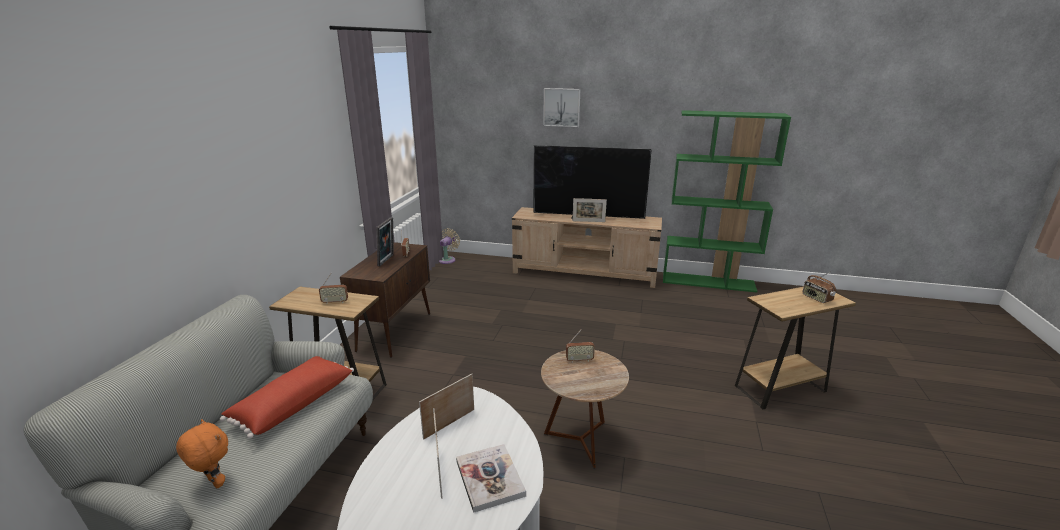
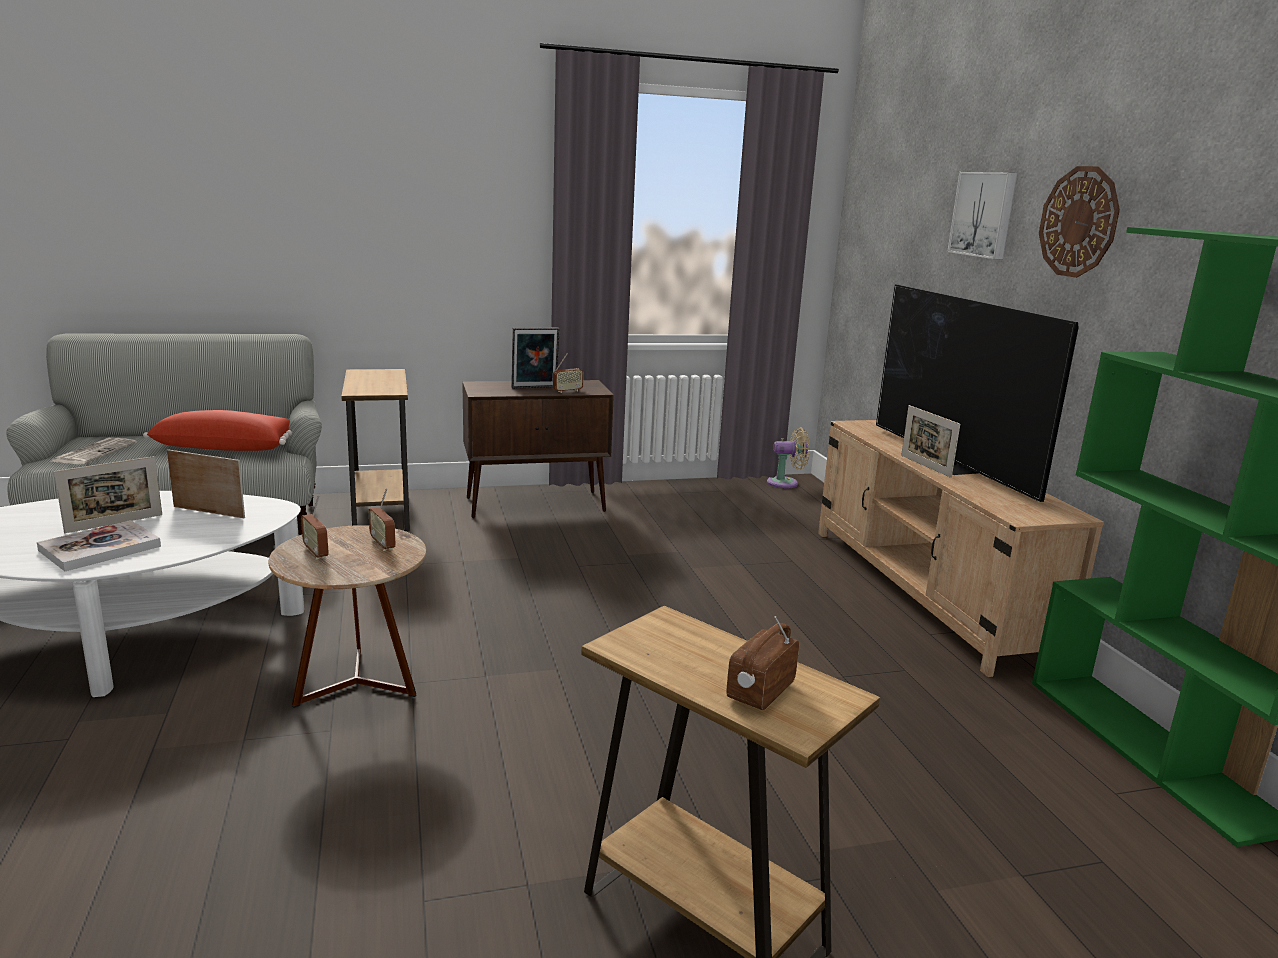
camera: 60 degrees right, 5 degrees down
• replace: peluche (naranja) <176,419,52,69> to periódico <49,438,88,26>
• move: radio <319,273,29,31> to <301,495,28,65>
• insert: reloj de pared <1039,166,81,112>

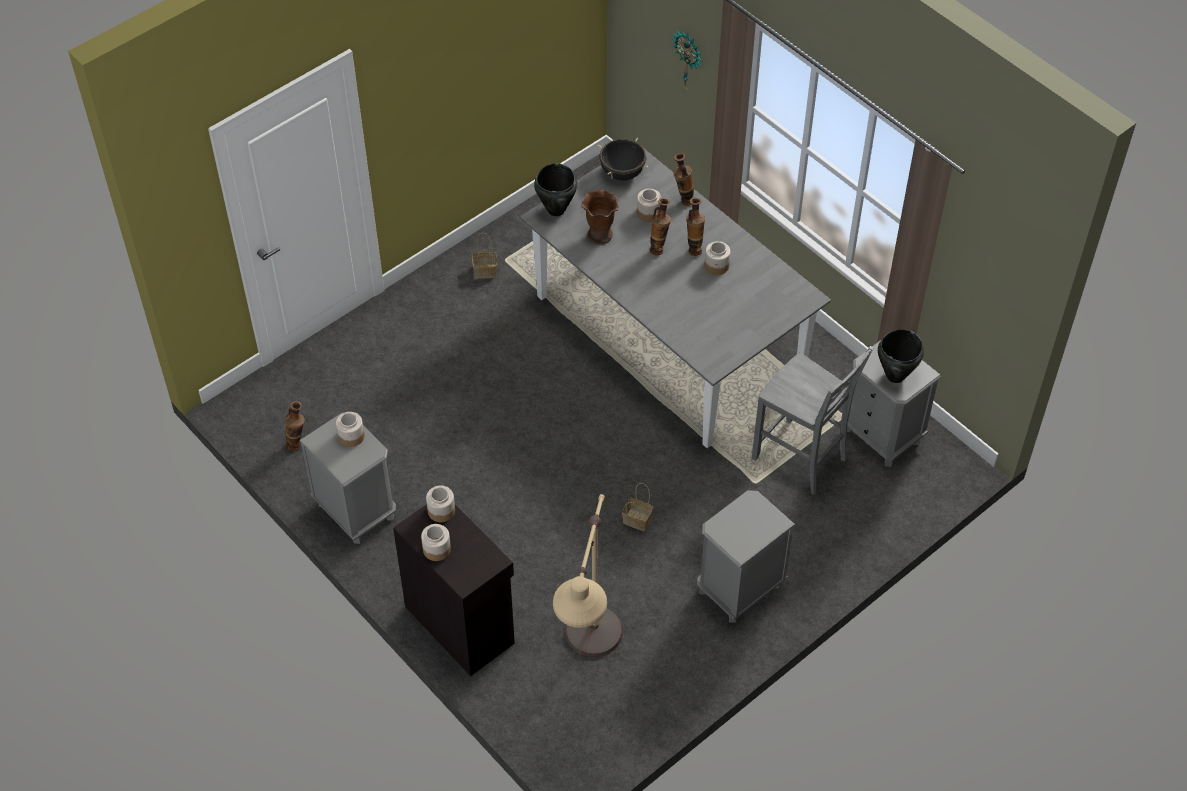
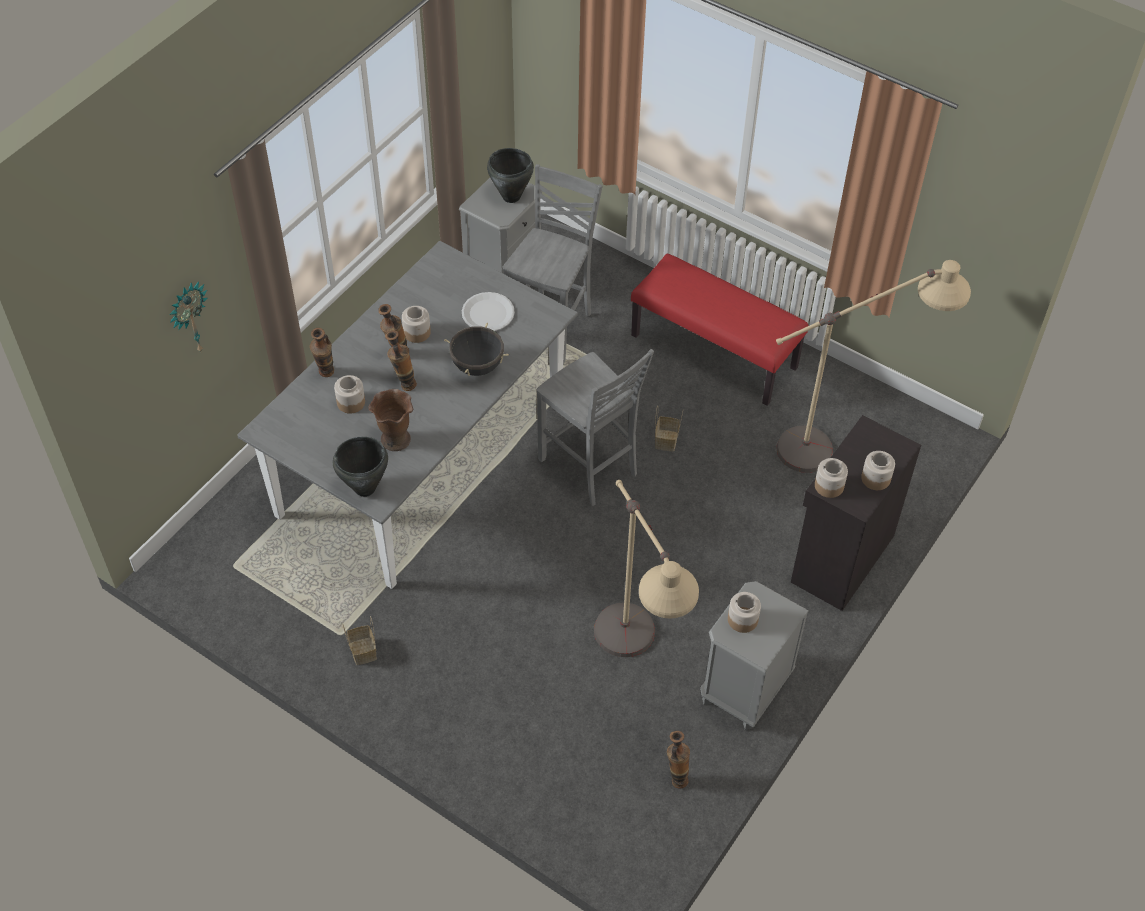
camera: 105 degrees left, 0 degrees up
• move: olla (negro) <598,138,51,43> to <444,323,65,53>
• insert: plato (blanco) <462,292,53,39>
• insert: silla (gris) <536,349,118,157>
• insert: lámpara de pie (beis) <594,480,105,177>
• replace: mesita de noche (gris) <697,490,98,133> to banco (rojo) <631,254,178,152>

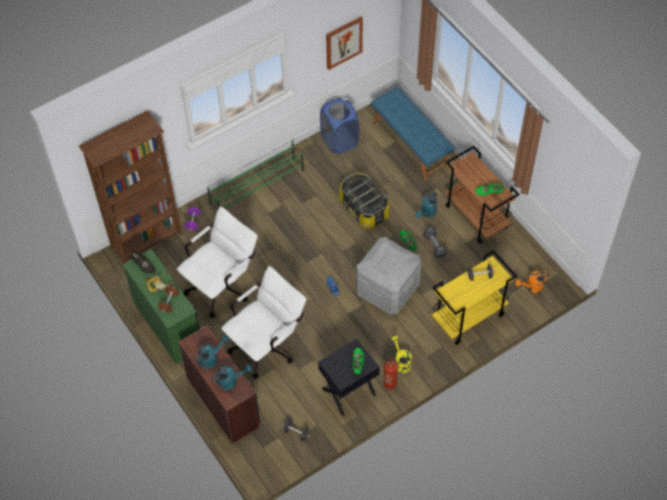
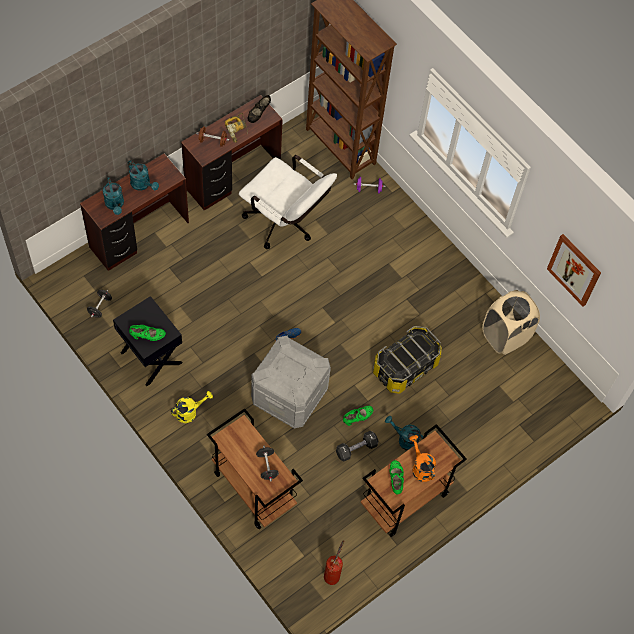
camera: 80 degrees right, 5 degrees up
• recolor: escritorio (verde) <123,249,77,115> to escritorio (marrón) <181,95,102,115>
• recolor: carrito (amarillo) <432,250,85,95> to carrito (marrón) <207,408,96,121>
• move: extintor <377,352,23,37> to <324,540,20,45>
• move: regadera (naranja) <515,271,34,22> to <409,435,27,47>
• recolor: cesto de la ropa (azul) <320,98,39,56> to cesto de la ropa (beis) <482,290,58,65>
• delete: zapatero (verde) <207,141,97,70>
• delete: silla de oficina (blanco) <221,266,85,113>
• delete: banco (azul) <371,87,83,94>

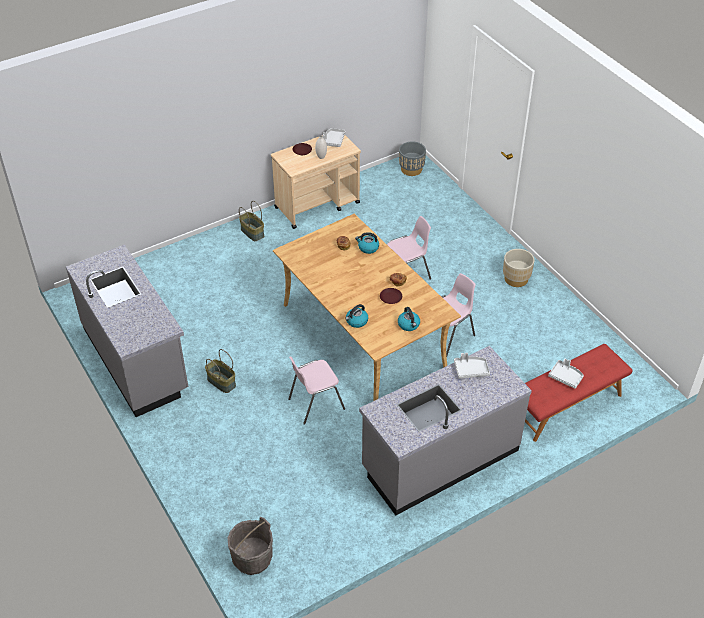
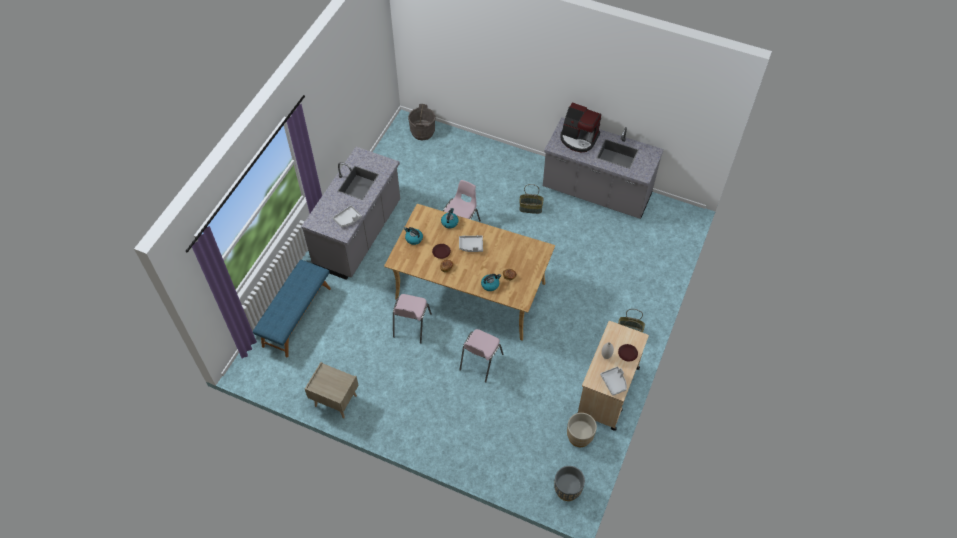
camera: 145 degrees right, 10 degrees up
• recolor: banco (rojo) <525,344,107,98> to banco (azul) <253,260,78,97>
• insert: mesita de noche (beis) <305,362,54,57>
• move: bandeja (gris) <548,358,36,31> to <459,235,24,17>
• insert: cafetera <560,102,41,50>
• move: maceta (beis) <503,249,31,38> to <567,413,30,34>

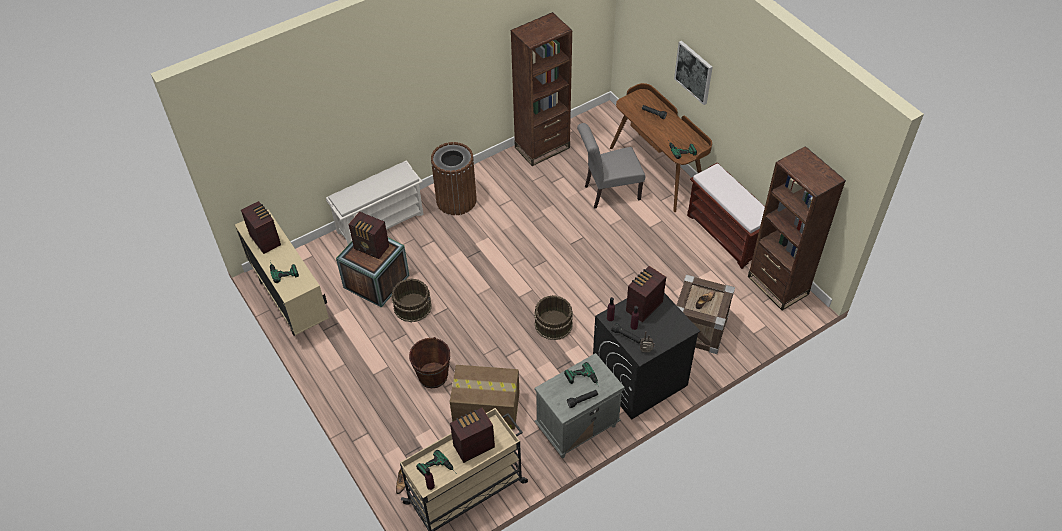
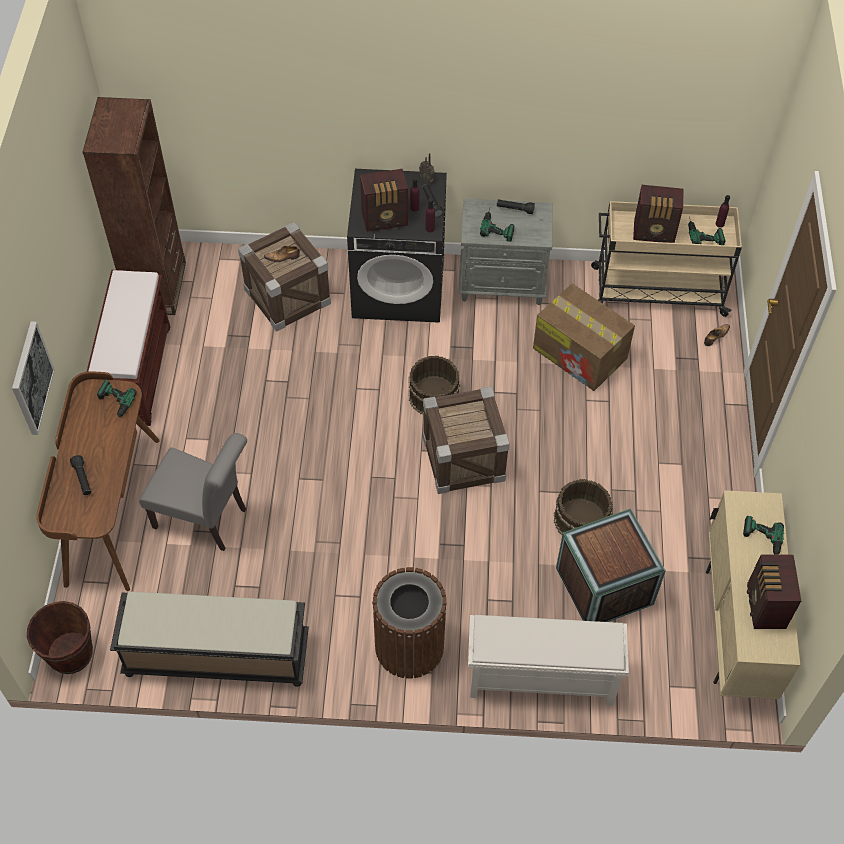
camera: 145 degrees left, 5 degrees up
• move: cubo (marrón) <409,337,41,51> to <27,601,66,73>
• replace: estantería (marrón) <511,12,61,154> to banco (negro) <110,592,199,95>
• insert: caja de embalaje <423,386,87,108>
• delete: radio <349,211,40,48>

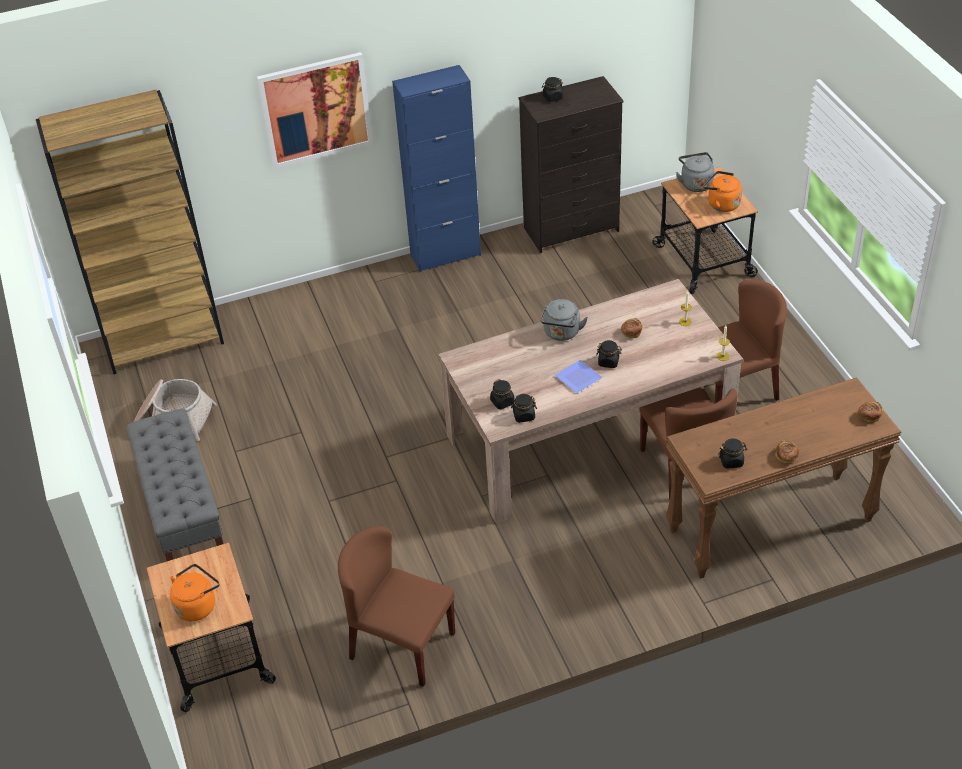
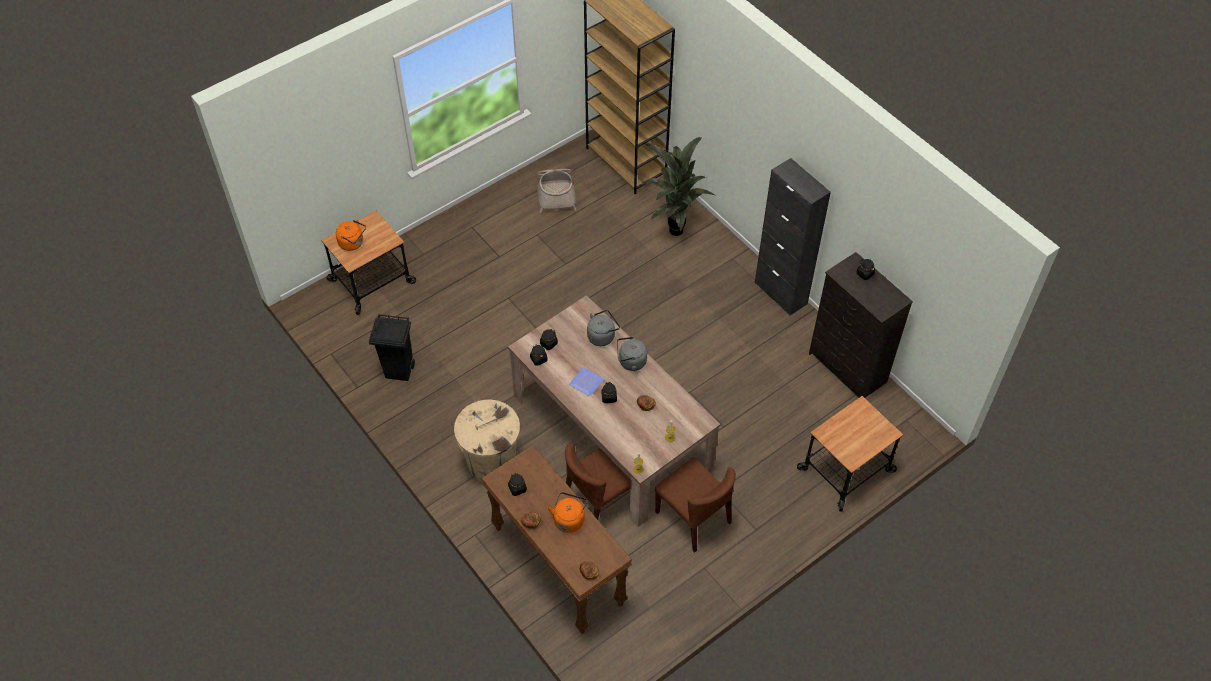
camera: 70 degrees right, 10 degrees up
• replace: silla (marrón) <338,526,117,161> to papelera (negro) <369,314,46,67>
• insert: papelera (beis) <454,400,66,82>
• move: hervidor (naranja) <703,171,39,41> to <547,492,40,41>
• move: hervidor (gris) <676,152,38,40> to <587,310,33,36>
• insert: planta en maceta <642,137,73,99>
• recolor: armario (azul) <392,65,89,207> to armario (negro) <755,158,76,158>
• delete: banco (gris) <126,409,97,152>
• delete: cuadro <257,52,116,117>

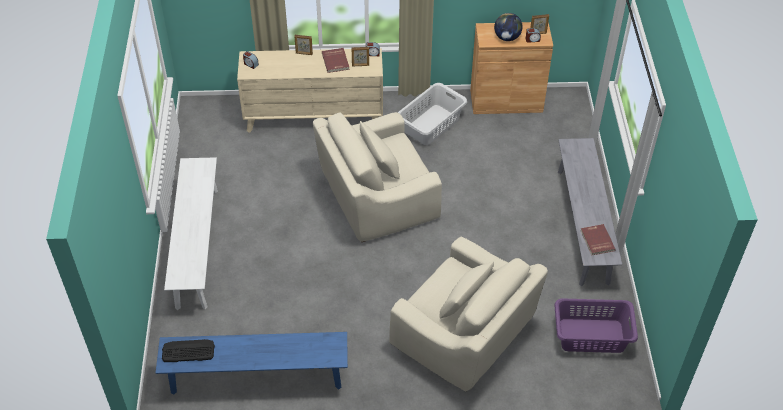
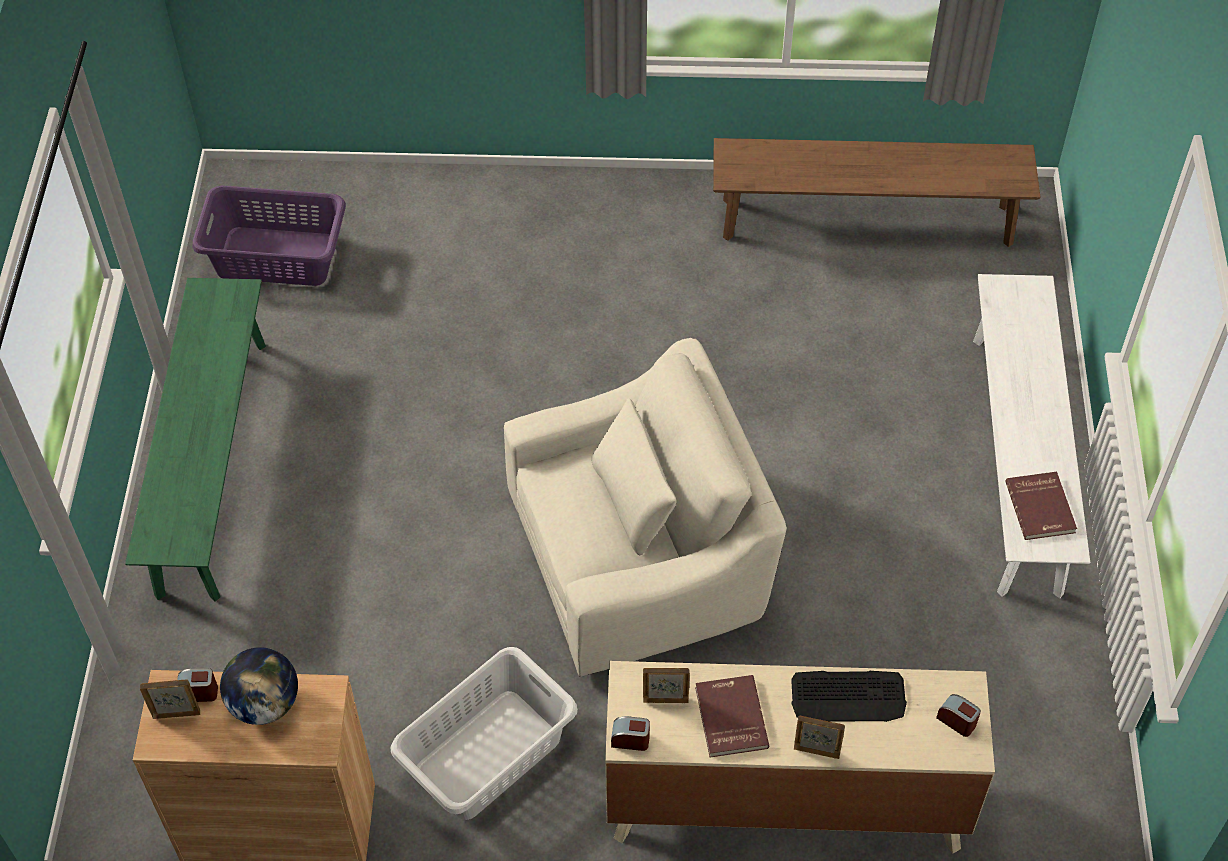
camera: 175 degrees left, 5 degrees up
• recolor: banco (gris) <558,138,64,148> to banco (verde) <125,278,141,324>
• recolor: banco (azul) <155,332,193,63> to banco (marrón) <713,138,327,109>
• move: teclado <162,339,53,23> to <791,671,116,51>
• move: libro (rojo) <581,224,35,31> to <1005,471,72,69>
• delete: sillón (beis) <389,237,159,154>

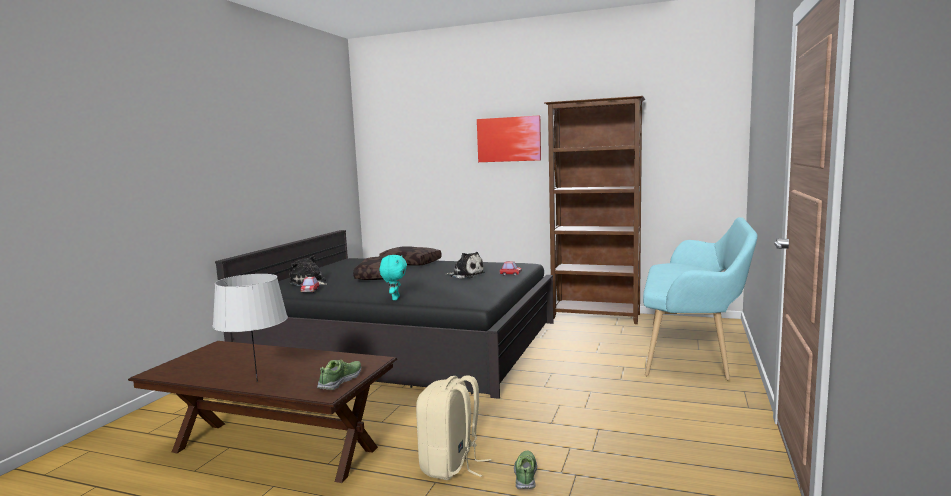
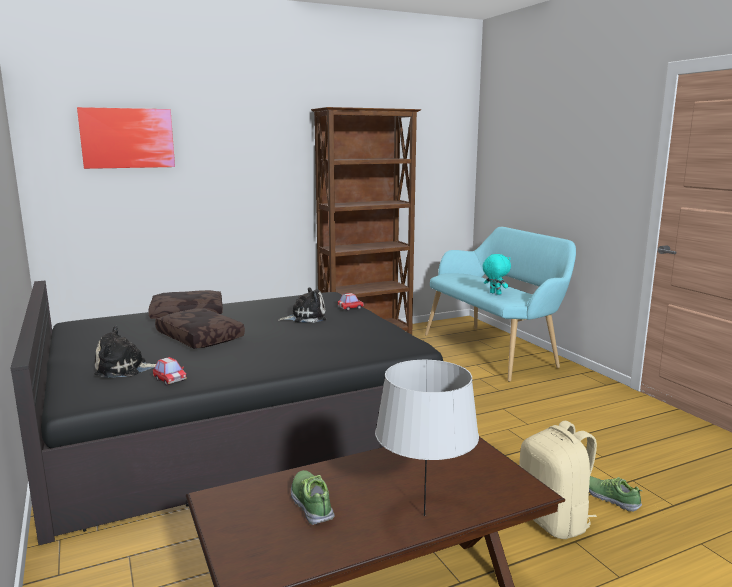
camera: 45 degrees left, 5 degrees up
• move: cuadro <477,115,64,47> to <77,107,98,62>
• move: zapato <317,360,44,30> to <291,470,44,55>
• move: peluche (turquesa) <380,255,27,45> to <483,254,28,41>

